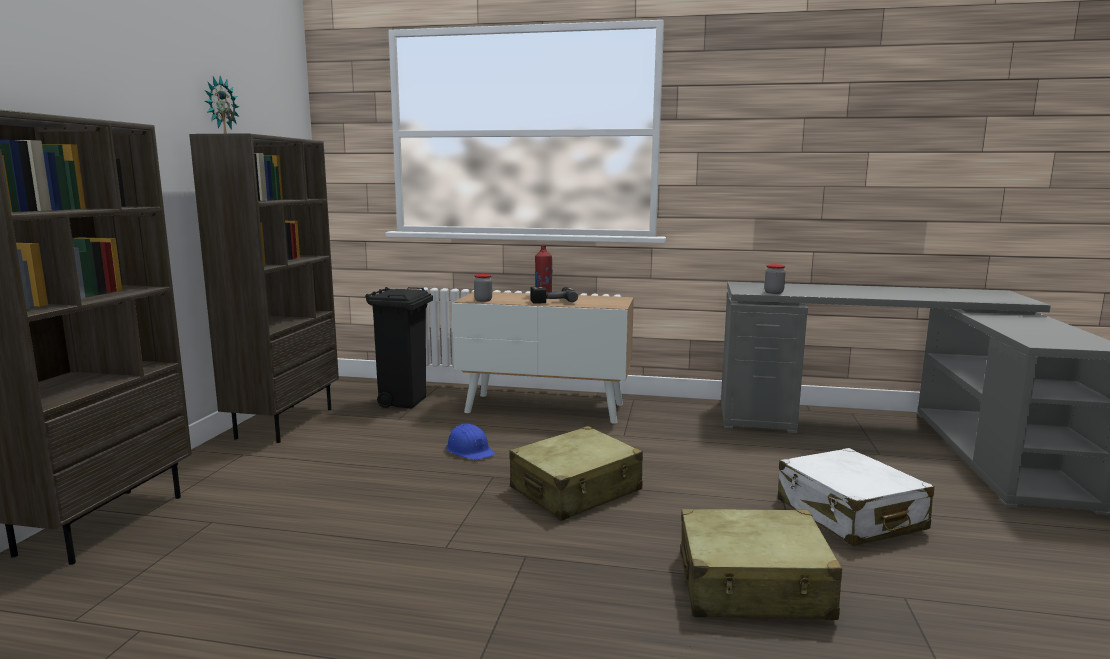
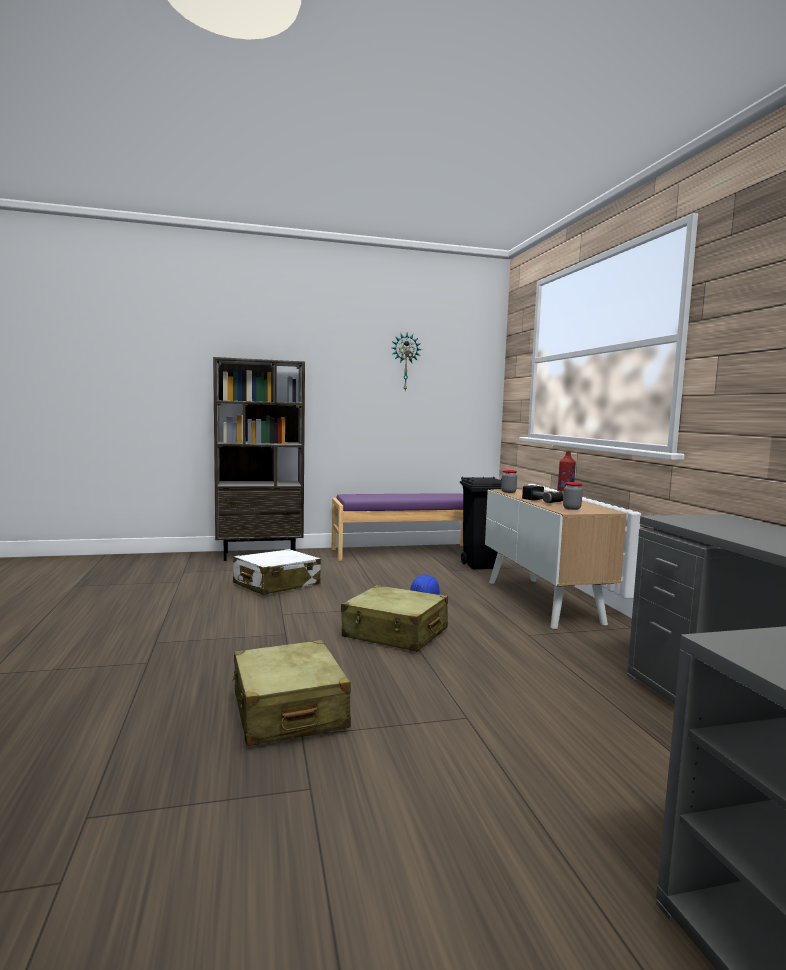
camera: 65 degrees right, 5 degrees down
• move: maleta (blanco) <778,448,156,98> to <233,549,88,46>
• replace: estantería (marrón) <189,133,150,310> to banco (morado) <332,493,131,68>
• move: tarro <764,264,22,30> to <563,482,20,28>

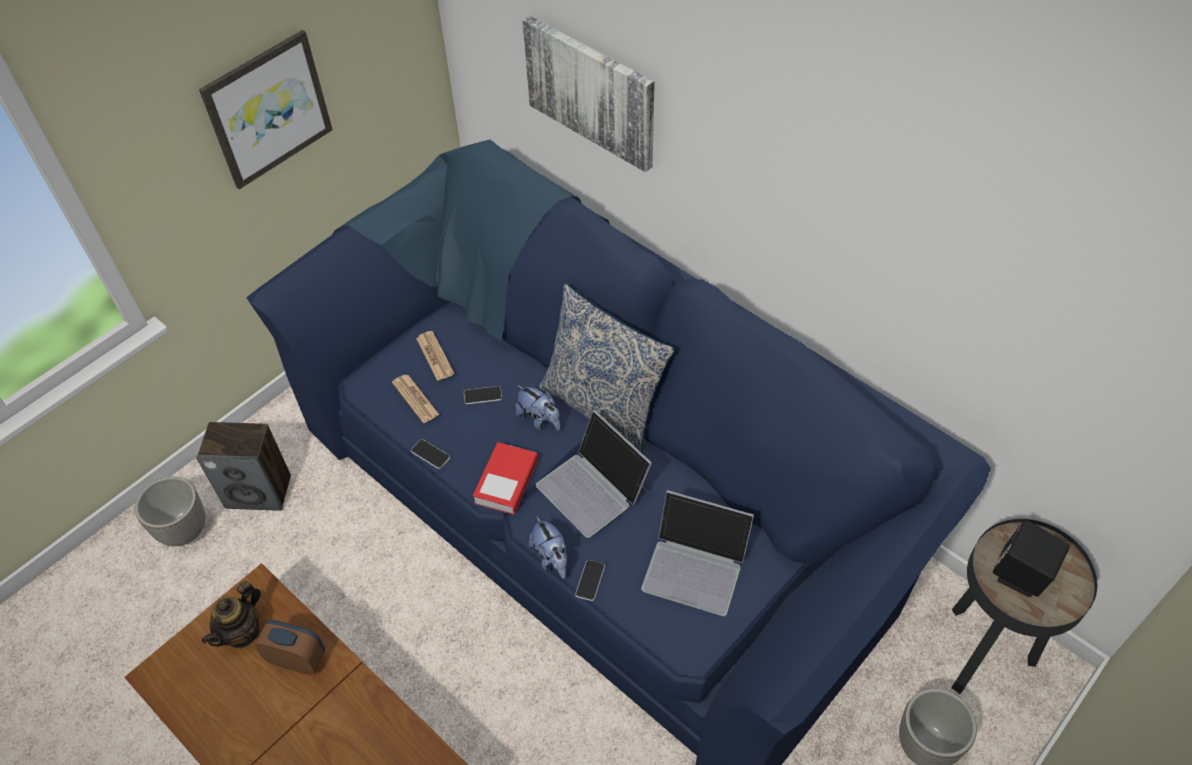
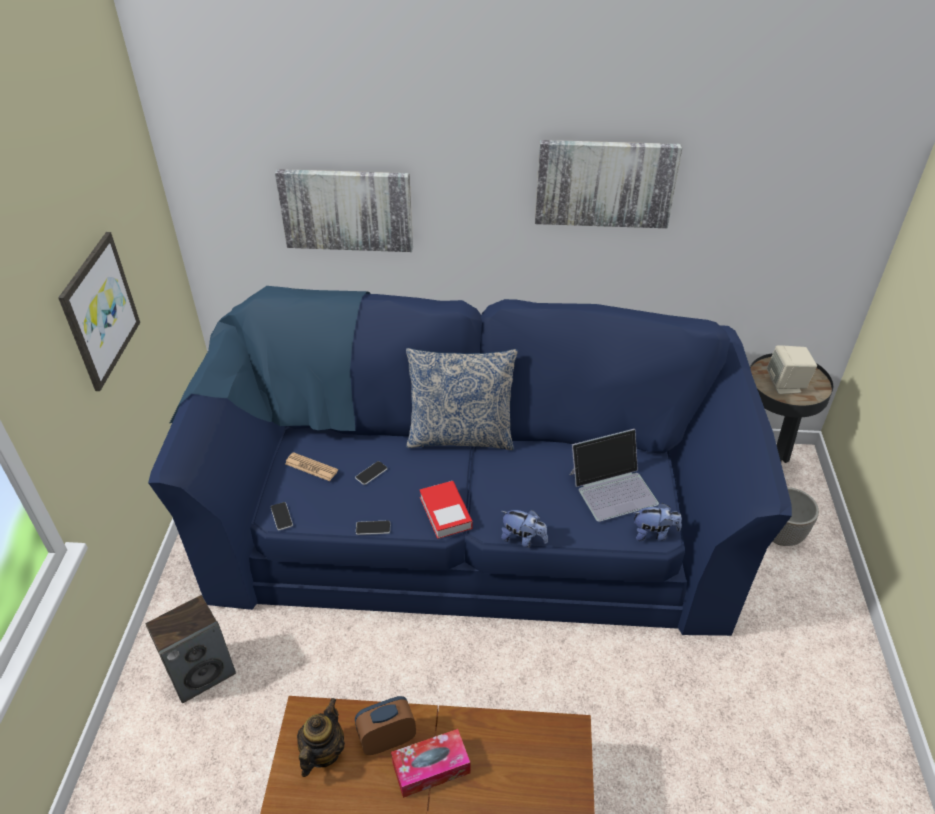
camera: 40 degrees left, 10 degrees down
• move: móvil <575,560,30,41> to <271,502,22,28>
• rotate: tetera <202,581,59,67> = <297,698,48,79> 150 degrees counterclockwise
• insert: caja de pañuelos <391,729,79,69>
• insert: cuadro <535,140,147,88>
• move: peluche <515,385,45,46> to <634,503,48,38>
• recolor: altavoz (negro) <993,520,77,77> to altavoz (beis) <767,345,50,49>
• delete: maceta <135,476,71,70>
• delete: periódico <392,375,47,48>
• delete: portátil <536,410,116,128>

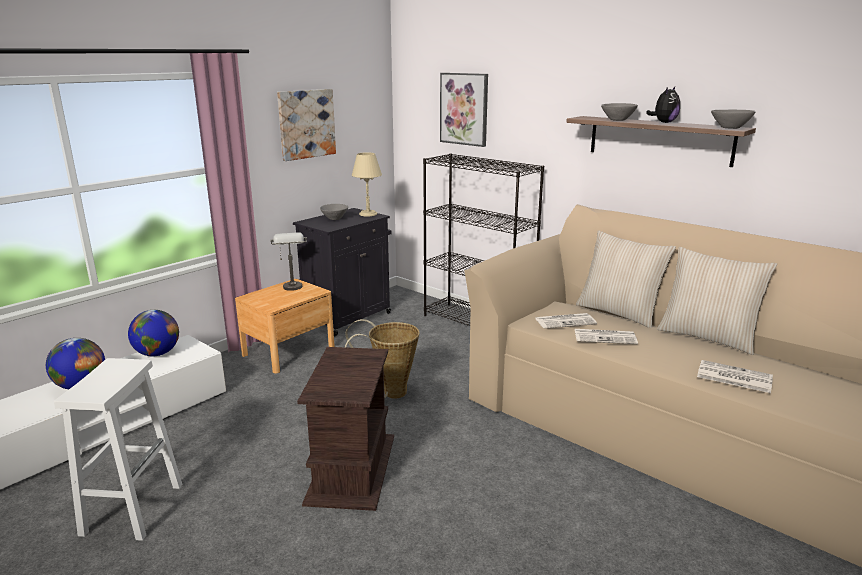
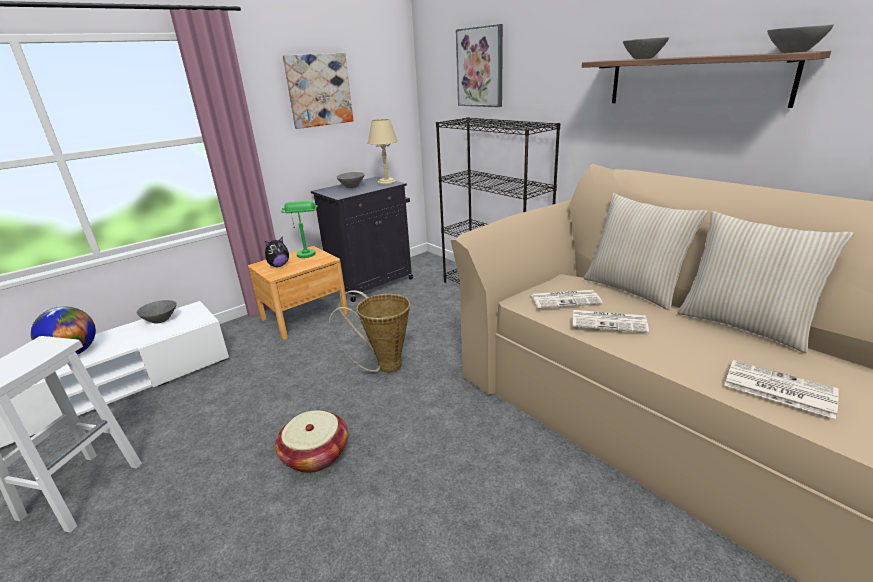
camera: 10 degrees right, 5 degrees up
• replace: globo terráqueo <128,310,51,46> to cuenco (gris) <137,300,40,24>
• move: peluche <646,87,34,36> to <265,237,24,30>
• replace: mesa auxiliar (marrón) <297,347,97,164> to cesta <275,410,73,63>
• recolor: lámpara de mesa (gris) <270,232,37,59> to lámpara de mesa (verde) <281,201,37,57>

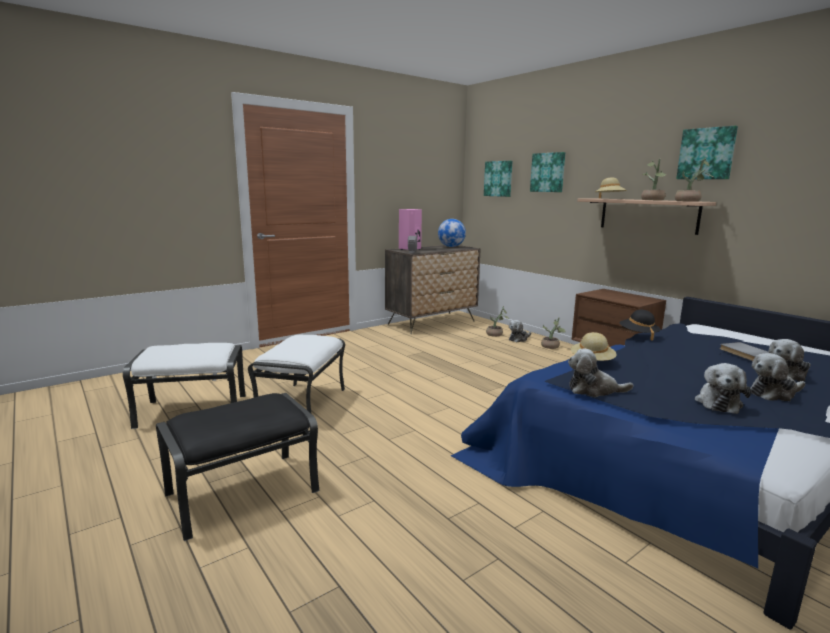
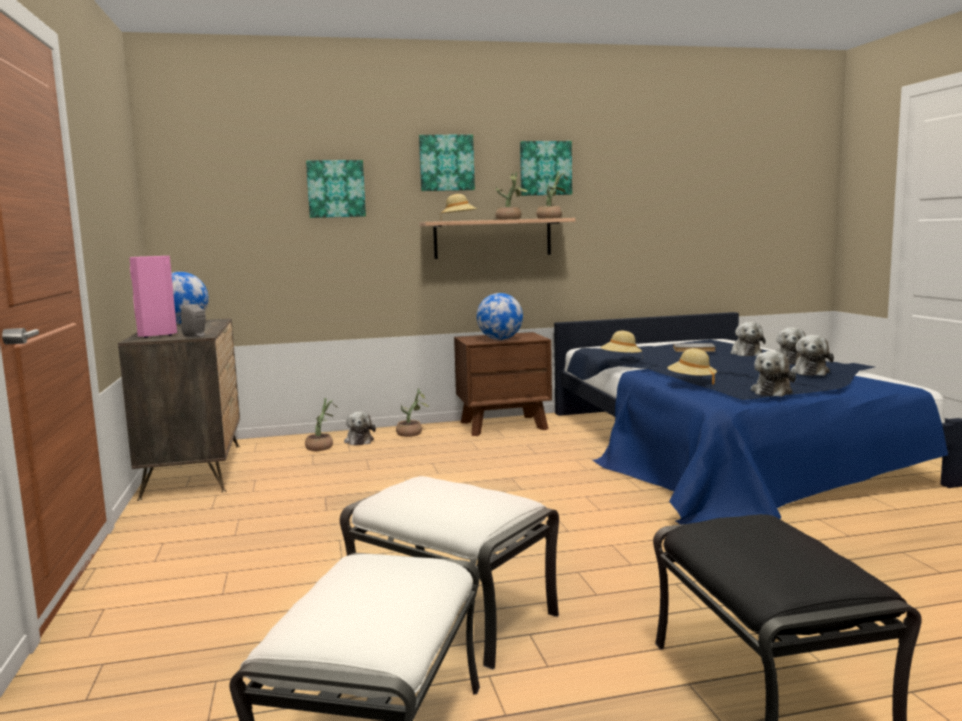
camera: 65 degrees left, 5 degrees down
• move: cuadro <484,161,29,36> to <419,135,56,56>
• insert: globo terráqueo <476,293,47,47>
• recolor: sombrero (negro) <619,310,42,31> to sombrero (beis) <600,331,42,22>
• rotate: peluche <695,363,56,51> = <791,335,43,41> 60 degrees clockwise

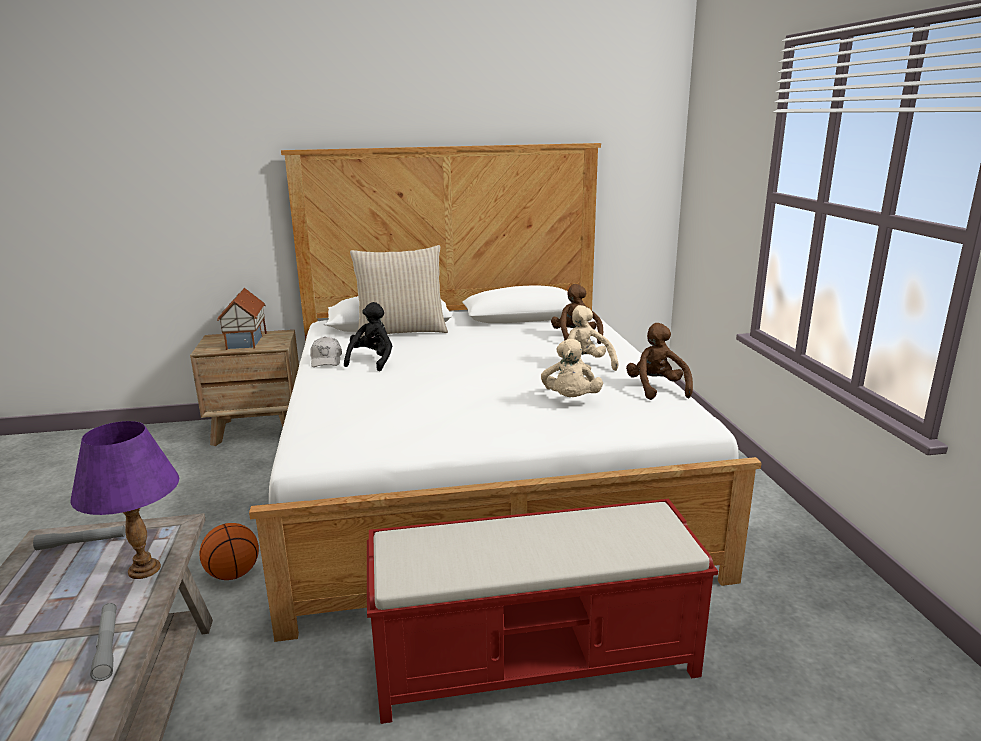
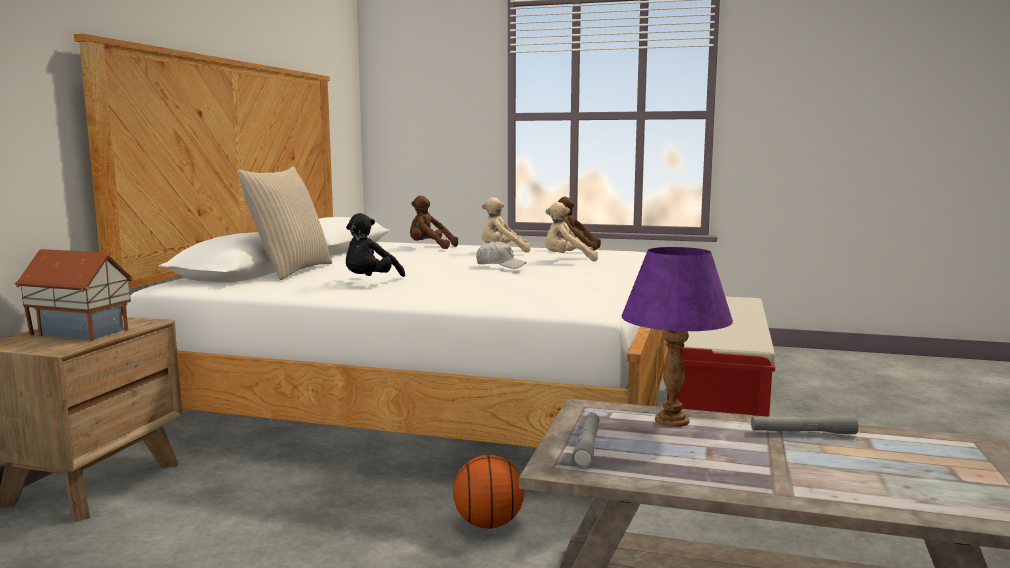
camera: 65 degrees left, 10 degrees down
• rotate: peluche (negro) <344,302,48,69> = <346,213,59,64> 105 degrees counterclockwise
• move: gorra (blanco) <310,336,32,31> to <476,240,51,29>
• rotate: peluche (beis) <541,339,62,58> = <545,202,53,59> 150 degrees clockwise

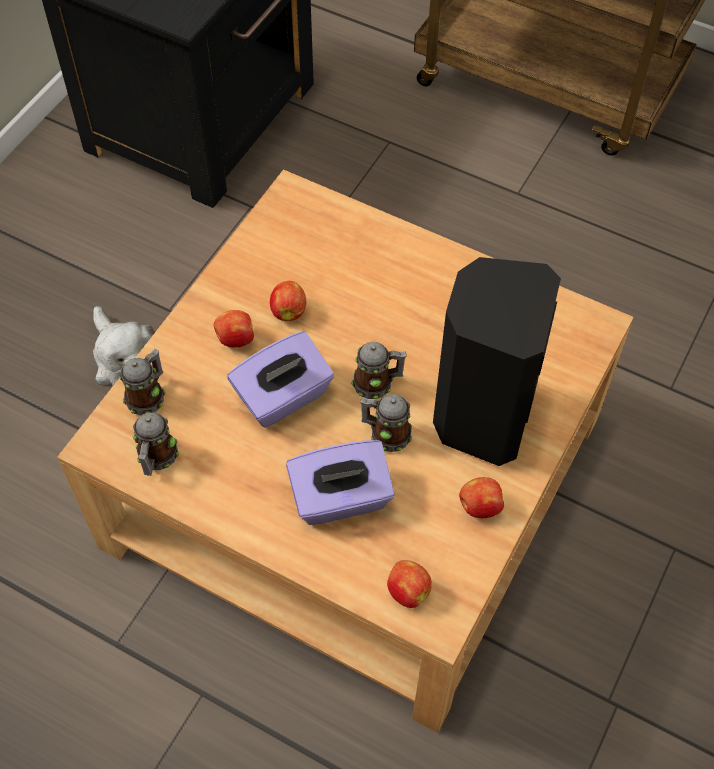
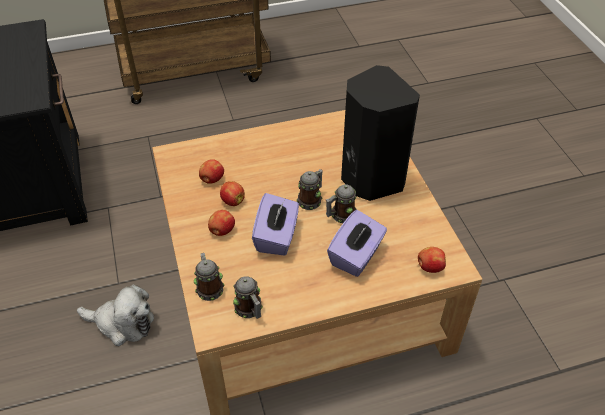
camera: 45 degrees left, 10 degrees down
• move: manzana <459,477,45,41> to <199,159,25,25>

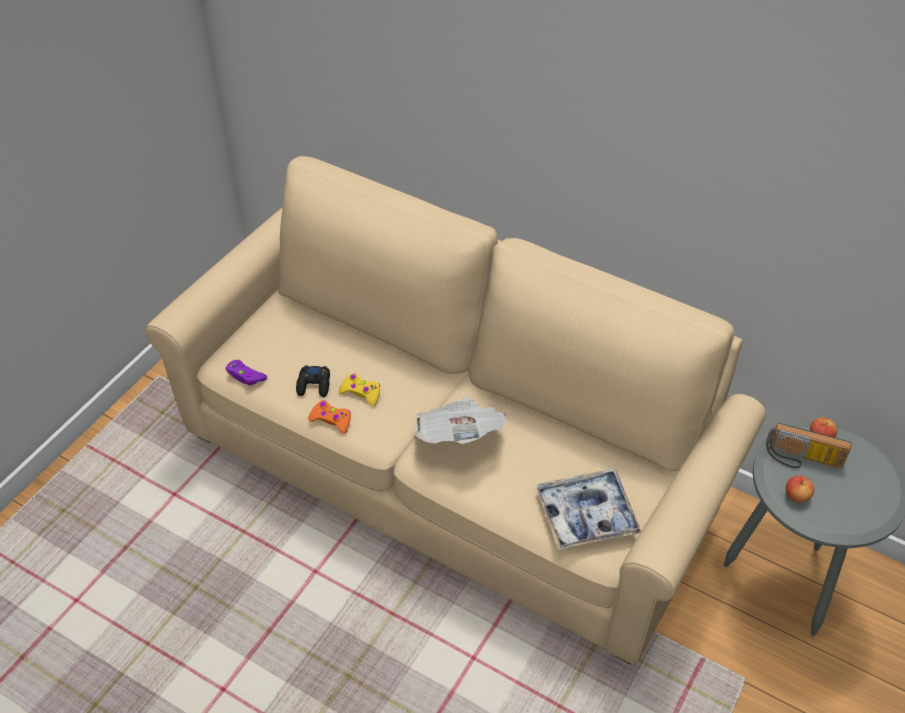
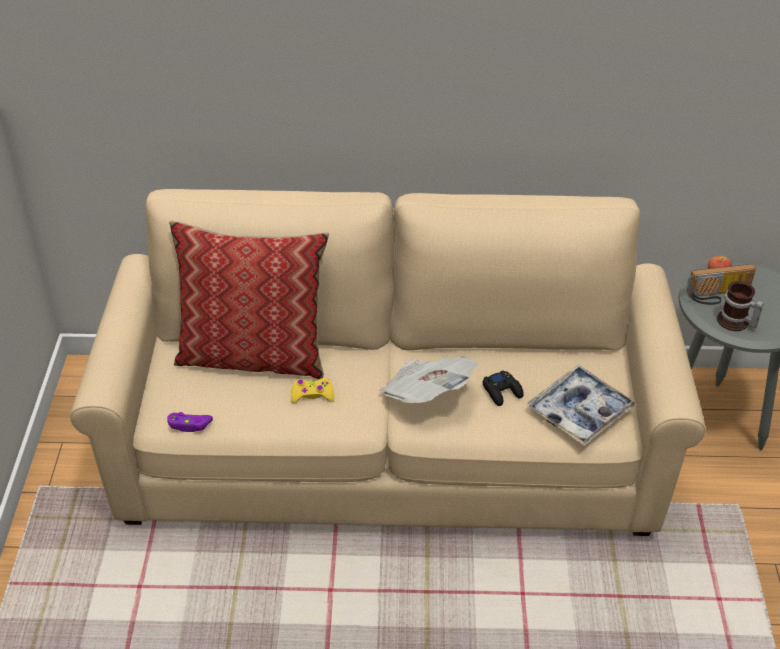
camera: 30 degrees left, 5 degrees down
• insert: cojín <169,221,160,158>
• move: mando de consola (negro) <296,366,34,31> to <482,370,42,36>
• replace: manzana <786,475,28,28> to taza grande <717,281,47,50>
• delete: mando de consola (naranja) <308,400,43,34>

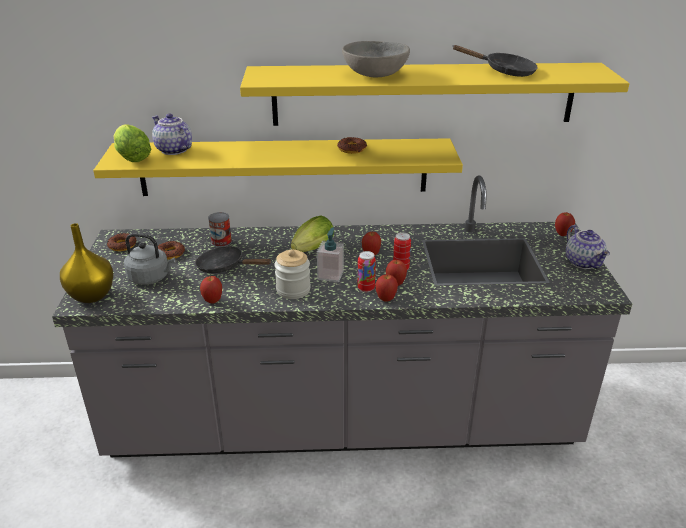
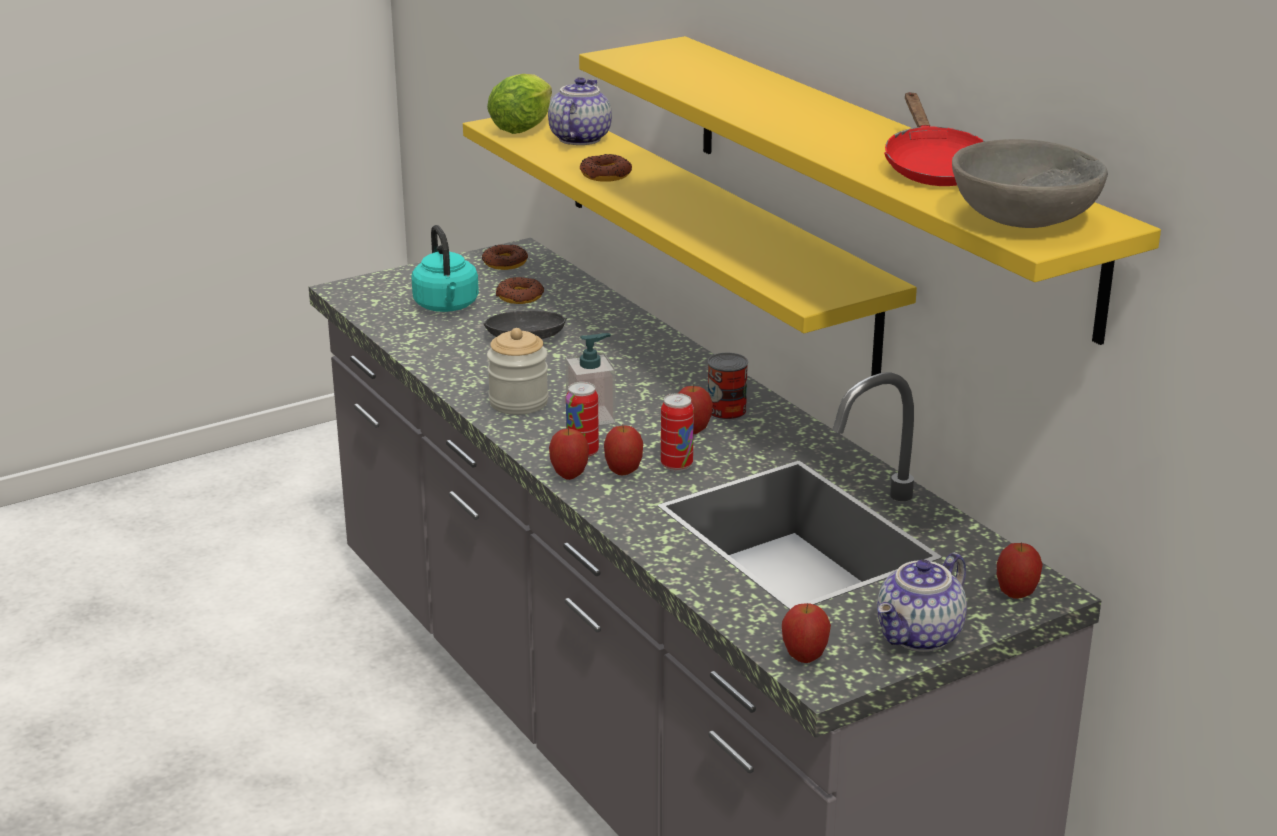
camera: 60 degrees right, 5 degrees down
• recolor: hervidor (gris) <124,233,51,52> to hervidor (turquesa) <411,225,68,87>
• move: rosquilla <337,137,30,17> to <580,154,52,28>
• move: lata <208,212,24,35> to <708,353,40,67>
• move: manzana <200,276,22,28> to <782,604,49,59>
• recolor: sartén (negro) <453,45,85,32> to sartén (rojo) <884,92,101,94>
• move: cuenco (gris) <342,41,68,36> to <952,139,156,89>
• delete: florero (amarillo) <60,223,54,80>
• delete: lechuga <291,216,43,36>

